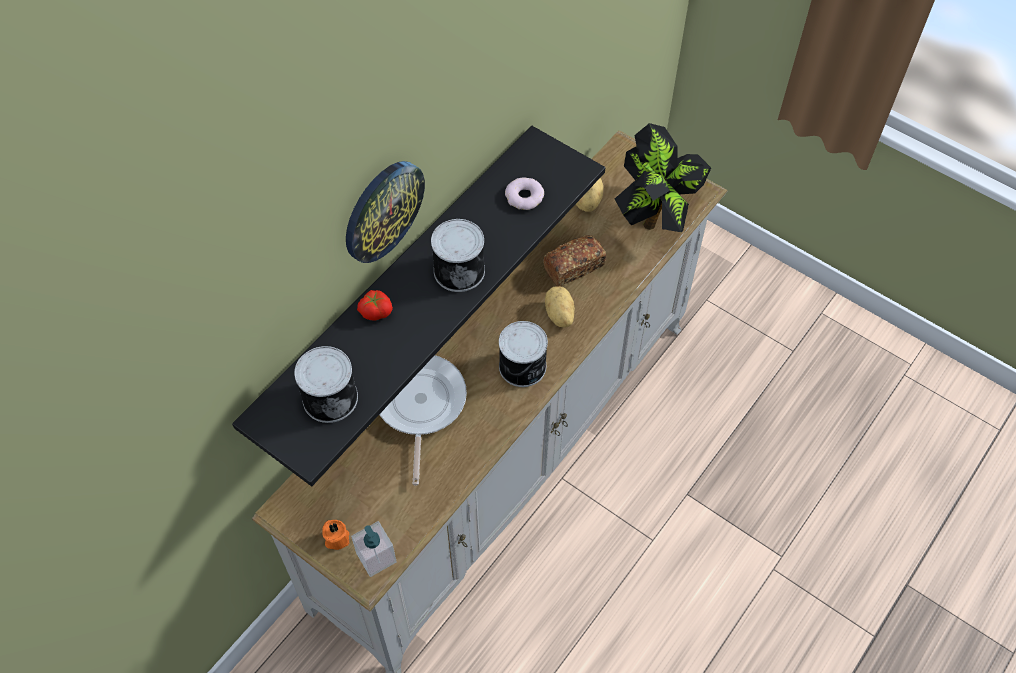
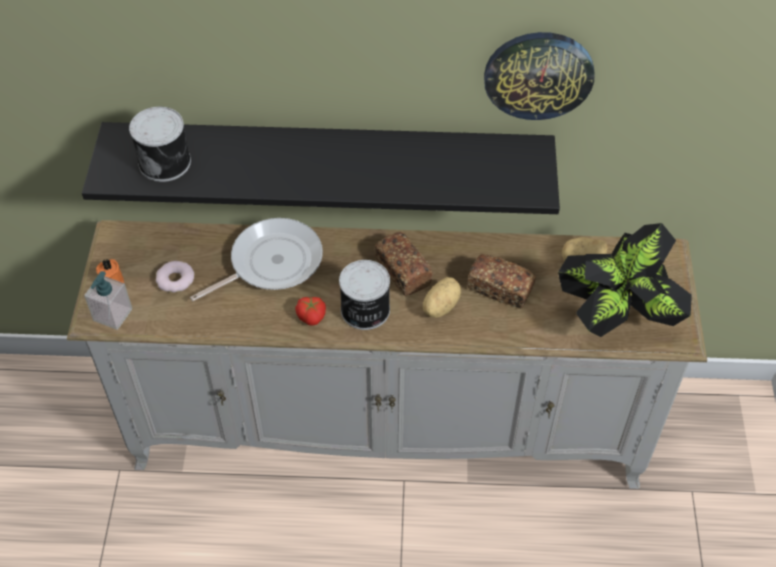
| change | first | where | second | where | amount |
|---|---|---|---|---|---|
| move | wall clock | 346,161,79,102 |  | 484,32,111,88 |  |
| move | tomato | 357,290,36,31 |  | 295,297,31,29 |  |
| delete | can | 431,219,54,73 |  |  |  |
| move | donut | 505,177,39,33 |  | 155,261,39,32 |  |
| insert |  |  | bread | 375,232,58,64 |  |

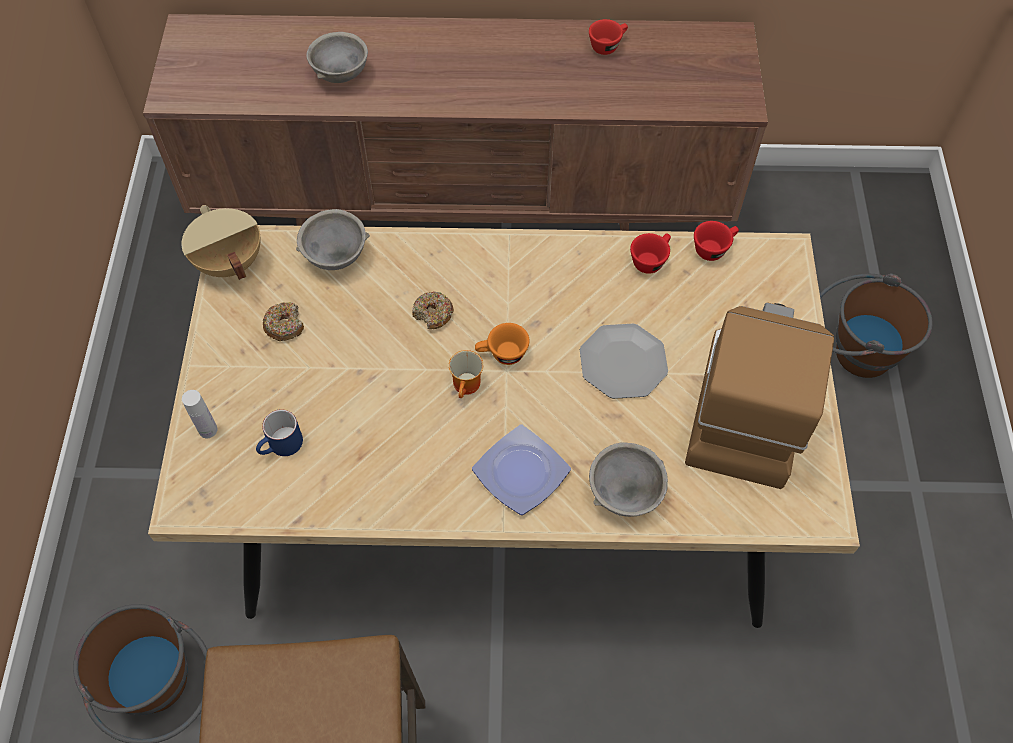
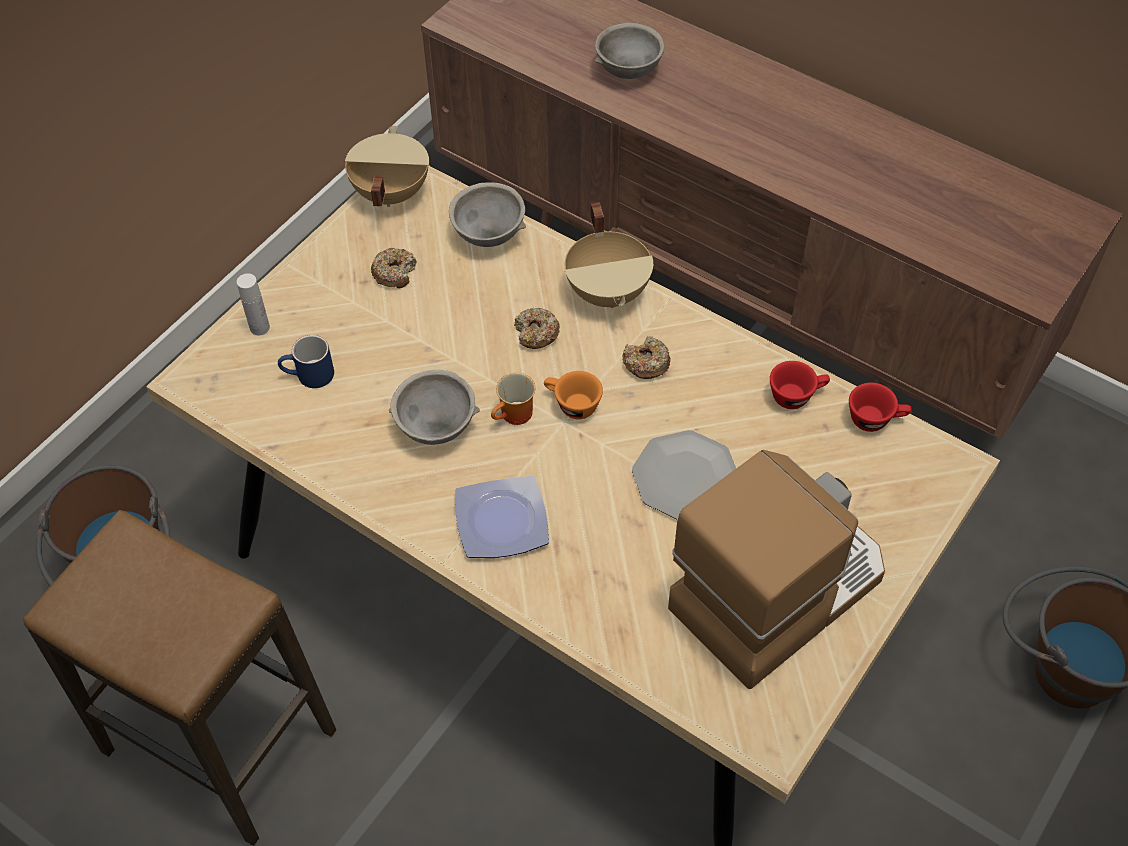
| change | first | where | second | where | amount |
|---|---|---|---|---|---|
| delete | red cup | 589,19,39,36 |  |  |  |
| move | grey bowl | 589,442,79,75 |  | 389,370,91,75 |  |
| insert |  |  | beige cooking pot | 565,202,88,106 |  |
| insert |  |  | donut | 622,336,49,43 |  |

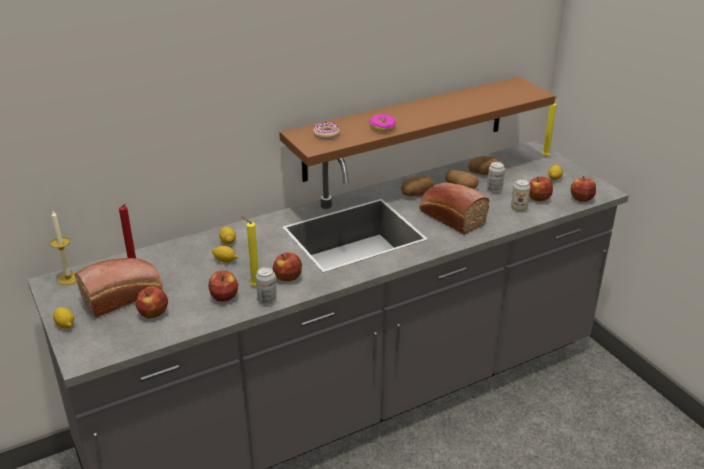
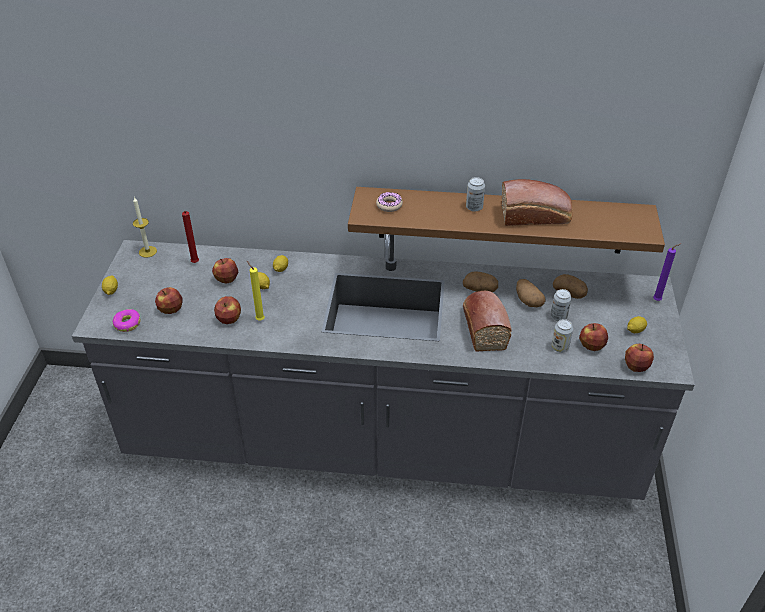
| change | first | where | second | where | amount |
|---|---|---|---|---|---|
| move | bread | 75,258,87,60 |  | 502,179,71,47 |  |
| move | can | 256,267,21,38 |  | 466,177,19,35 |  |
| move | apple | 273,252,29,29 |  | 212,258,26,26 |  |
| move | donut | 369,114,27,18 |  | 112,309,29,23 |  |
| recolor | yellow candle | 542,96,16,60 | purple candle | 653,243,29,58 |  |

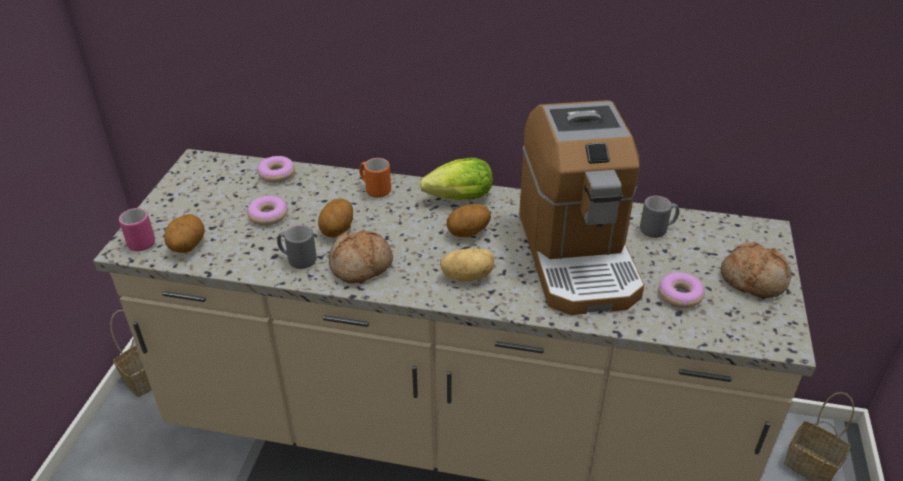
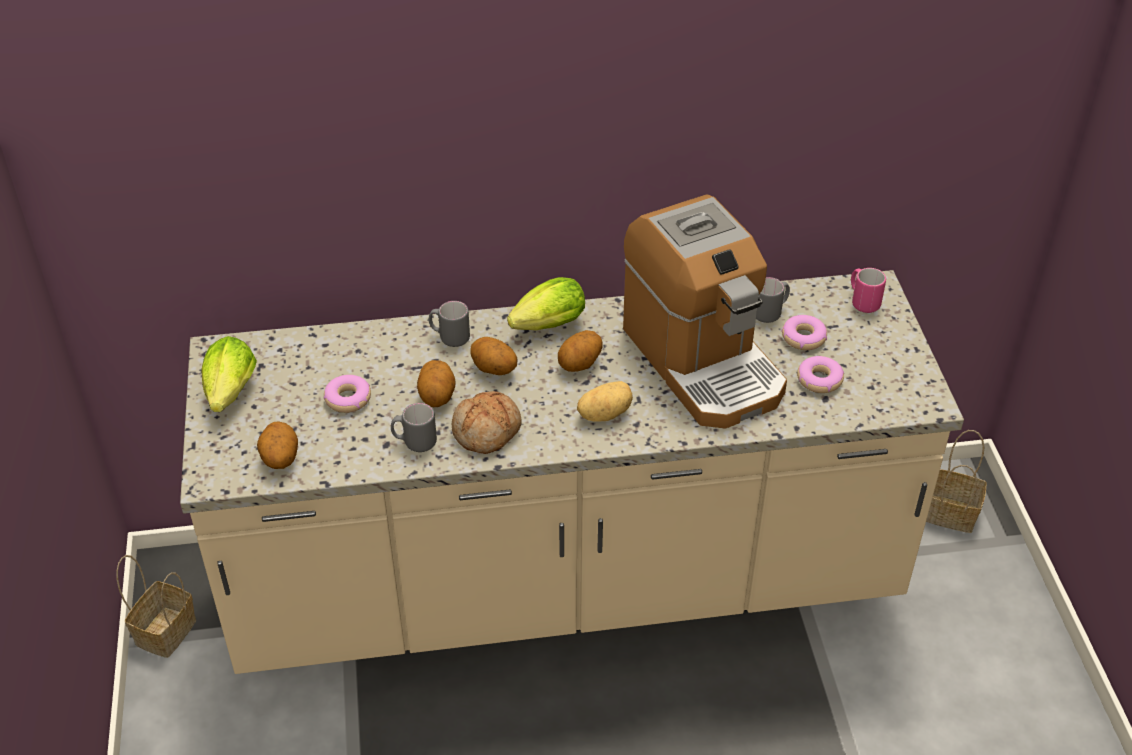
| change | first | where | second | where | amount |
|---|---|---|---|---|---|
| move | pink mug | 119,208,36,43 |  | 851,268,35,45 |  |
| move | donut | 257,156,38,27 |  | 781,315,46,35 |  |
| recolor | orange mug | 359,158,32,40 | grey mug | 429,301,41,46 |  |
| delete | bread | 721,243,71,55 |  |  |  |
| insert |  |  | lettuce | 201,336,56,76 |  |
| insert |  |  | potato | 470,337,47,38 |  |

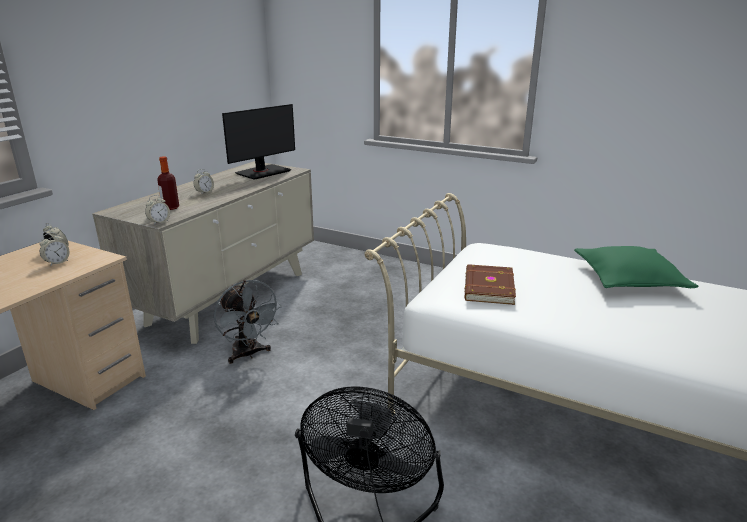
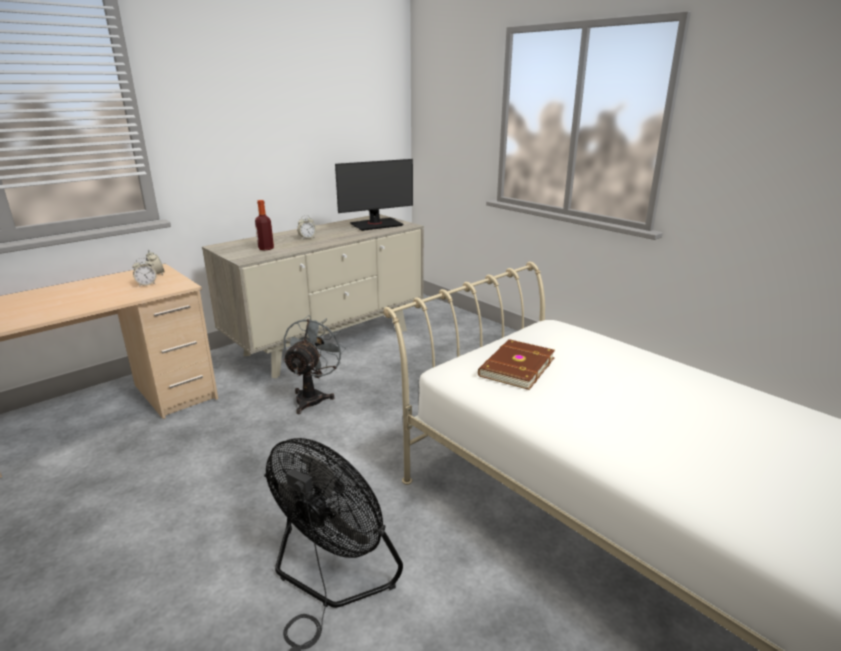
| change | first | where | second | where | amount |
|---|---|---|---|---|---|
| delete | alarm clock | 145,195,25,30 |  |  |  |
| rotate | grey fan | 214,280,68,84 |  | 283,315,63,99 | 150 degrees counterclockwise |
| delete | green pillow | 574,246,124,42 |  |  |  |

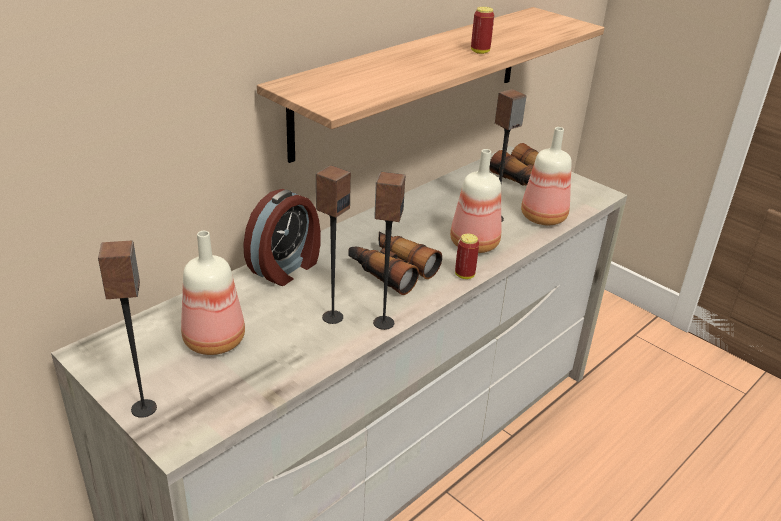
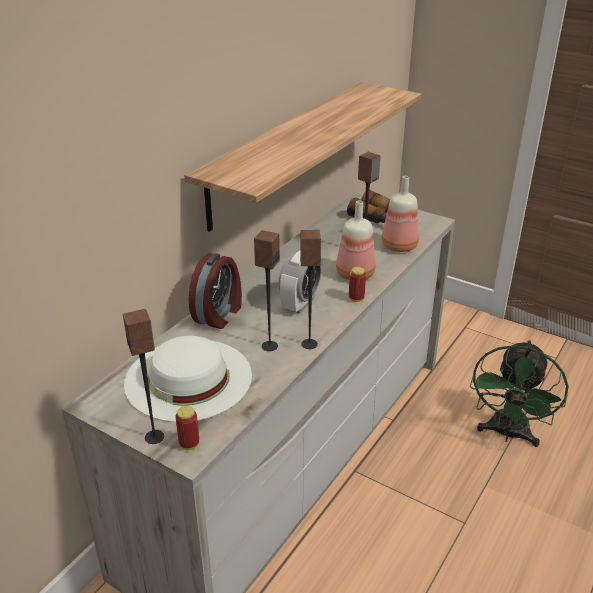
| change | first | where | second | where | amount |
|---|---|---|---|---|---|
| replace | bottle | 181,231,64,124 | white hat | 124,336,128,86 |  |
| replace | binoculars | 348,232,94,63 | alarm clock | 279,250,43,64 |  |
| move | can | 471,7,23,47 |  | 176,406,23,44 |  |
| insert |  |  | green fan | 470,340,98,107 |  |

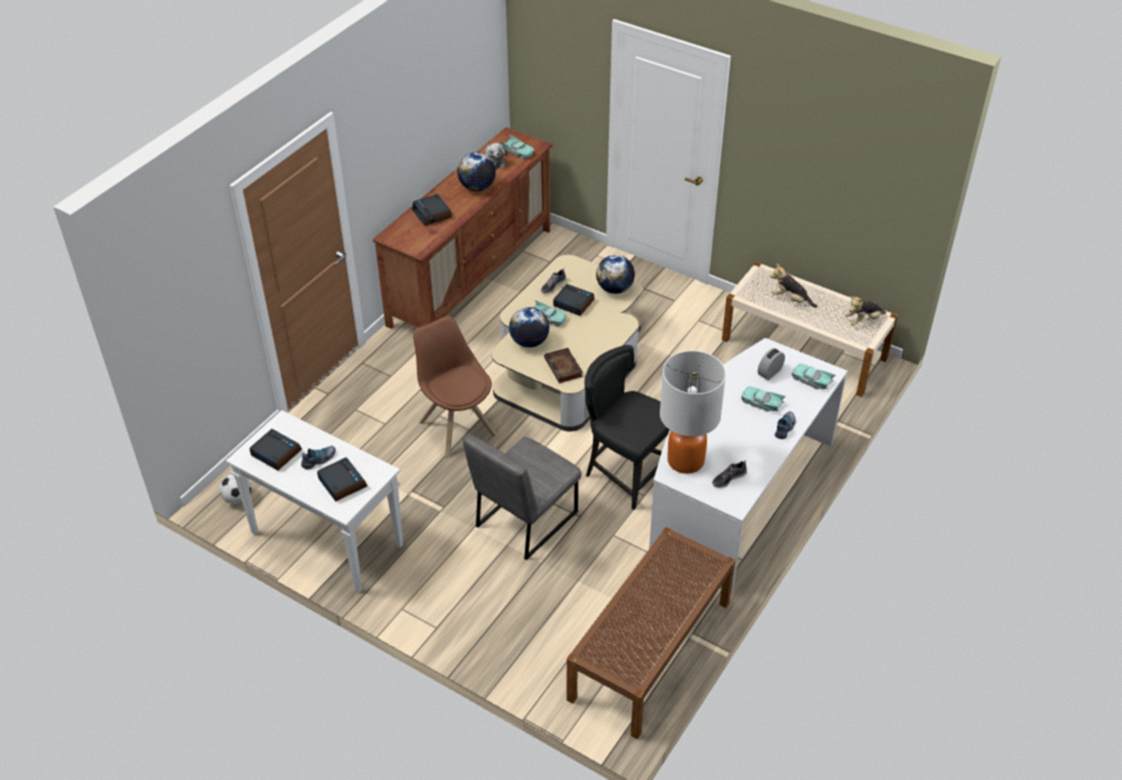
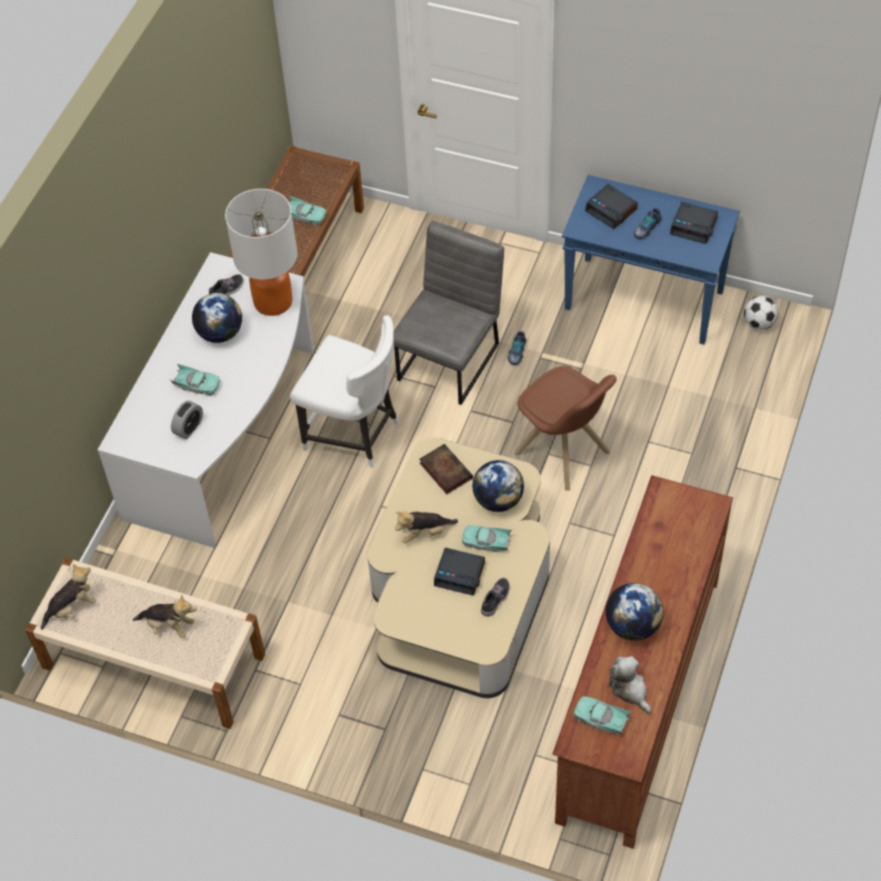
| change | first | where | second | where | amount |
|---|---|---|---|---|---|
| recolor | white console table | 226,410,177,182 | blue console table | 562,175,178,170 |  |
| delete | alarm clock | 412,194,40,32 |  |  |  |
| recolor | black chair | 584,345,86,165 | white chair | 290,315,109,153 |  |
| move | globe | 596,255,39,39 |  | 192,293,50,50 |  |
| move | shoe | 775,412,21,27 |  | 507,331,19,34 |  |
| move | turquoise toy car | 792,364,43,25 |  | 289,196,37,30 |  |
| insert |  |  | plush toy | 395,511,63,32 |  |

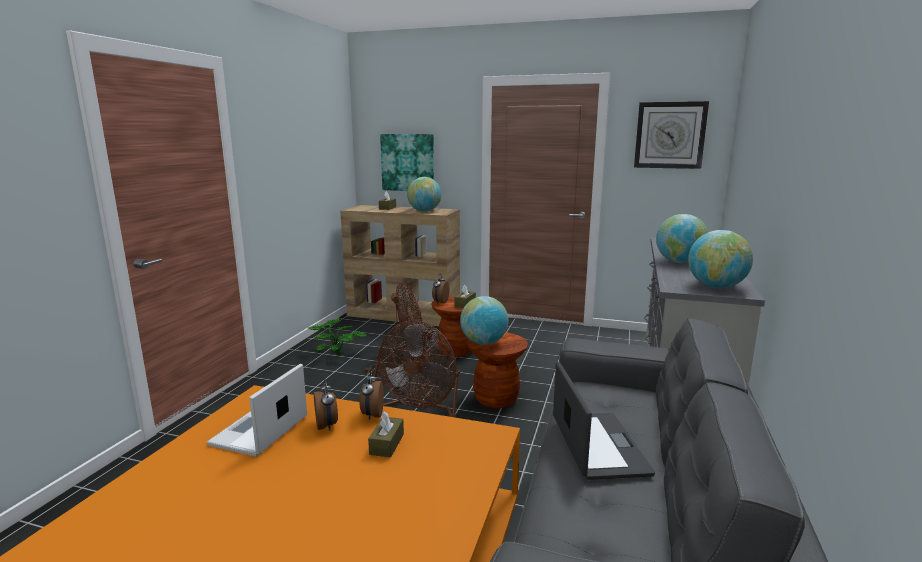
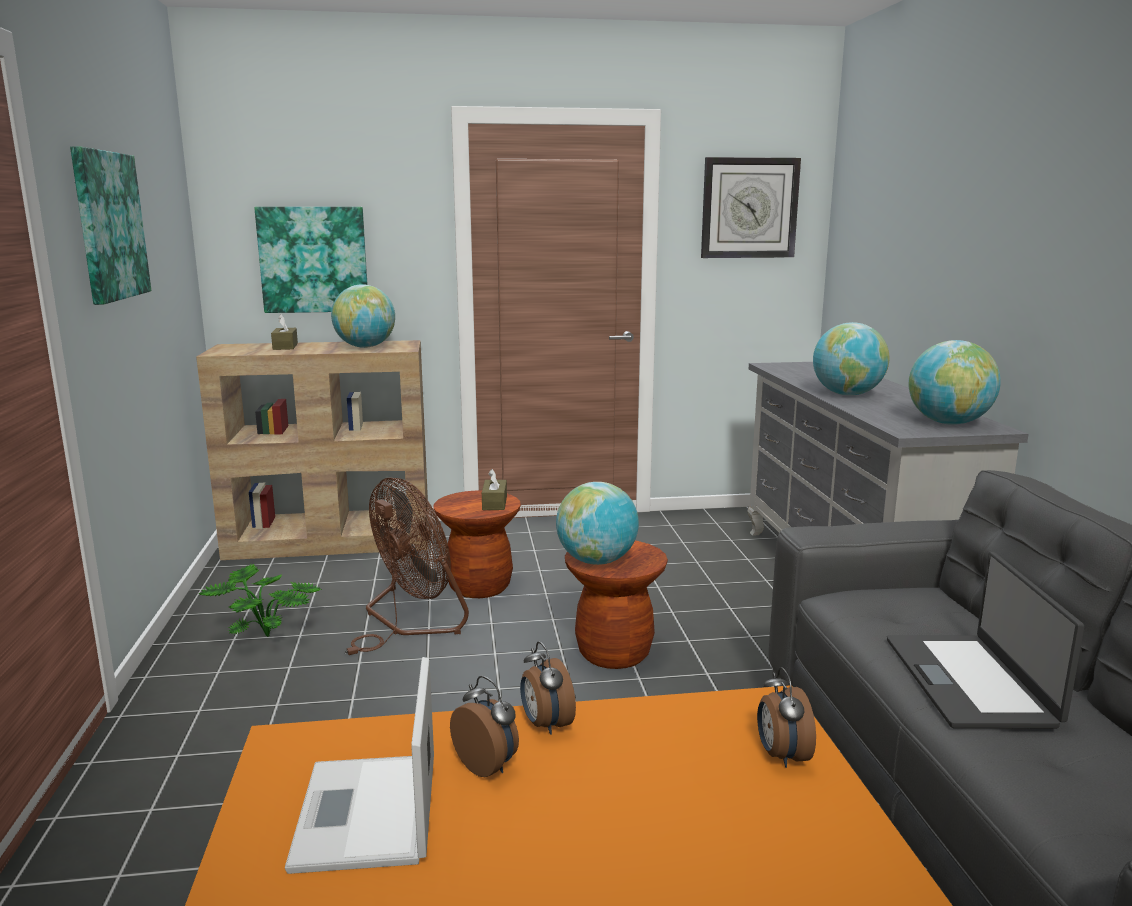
| change | first | where | second | where | amount |
|---|---|---|---|---|---|
| delete | brown tissue box | 368,412,36,45 |  |  |  |
| delete | brown fan | 372,320,88,97 |  |  |  |
| move | alarm clock | 432,273,17,31 |  | 757,667,59,101 |  |
| rotate | laptop | 553,362,102,118 |  | 887,552,197,177 | 150 degrees counterclockwise |
| insert |  |  | picture | 70,147,81,158 |  |

